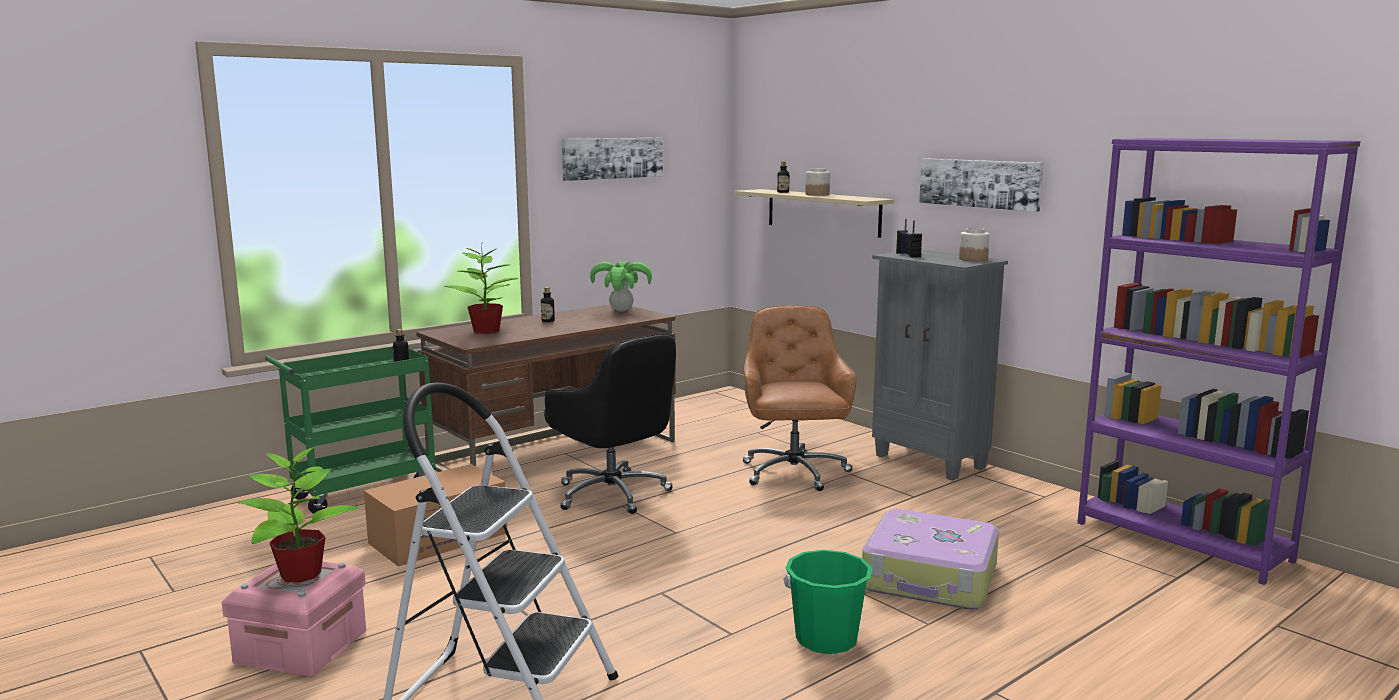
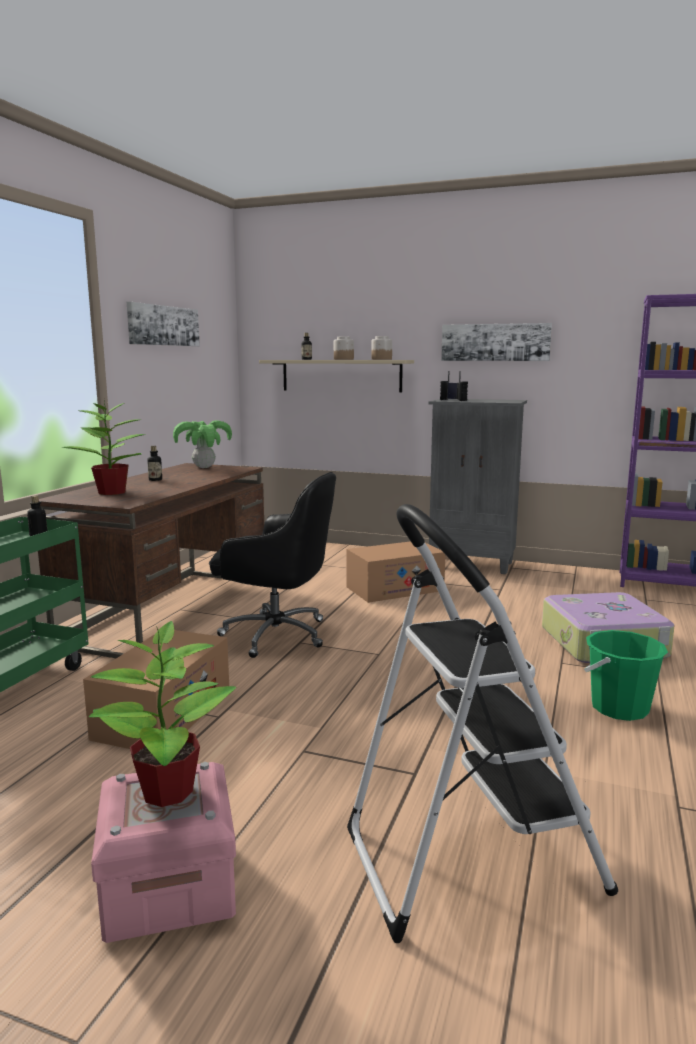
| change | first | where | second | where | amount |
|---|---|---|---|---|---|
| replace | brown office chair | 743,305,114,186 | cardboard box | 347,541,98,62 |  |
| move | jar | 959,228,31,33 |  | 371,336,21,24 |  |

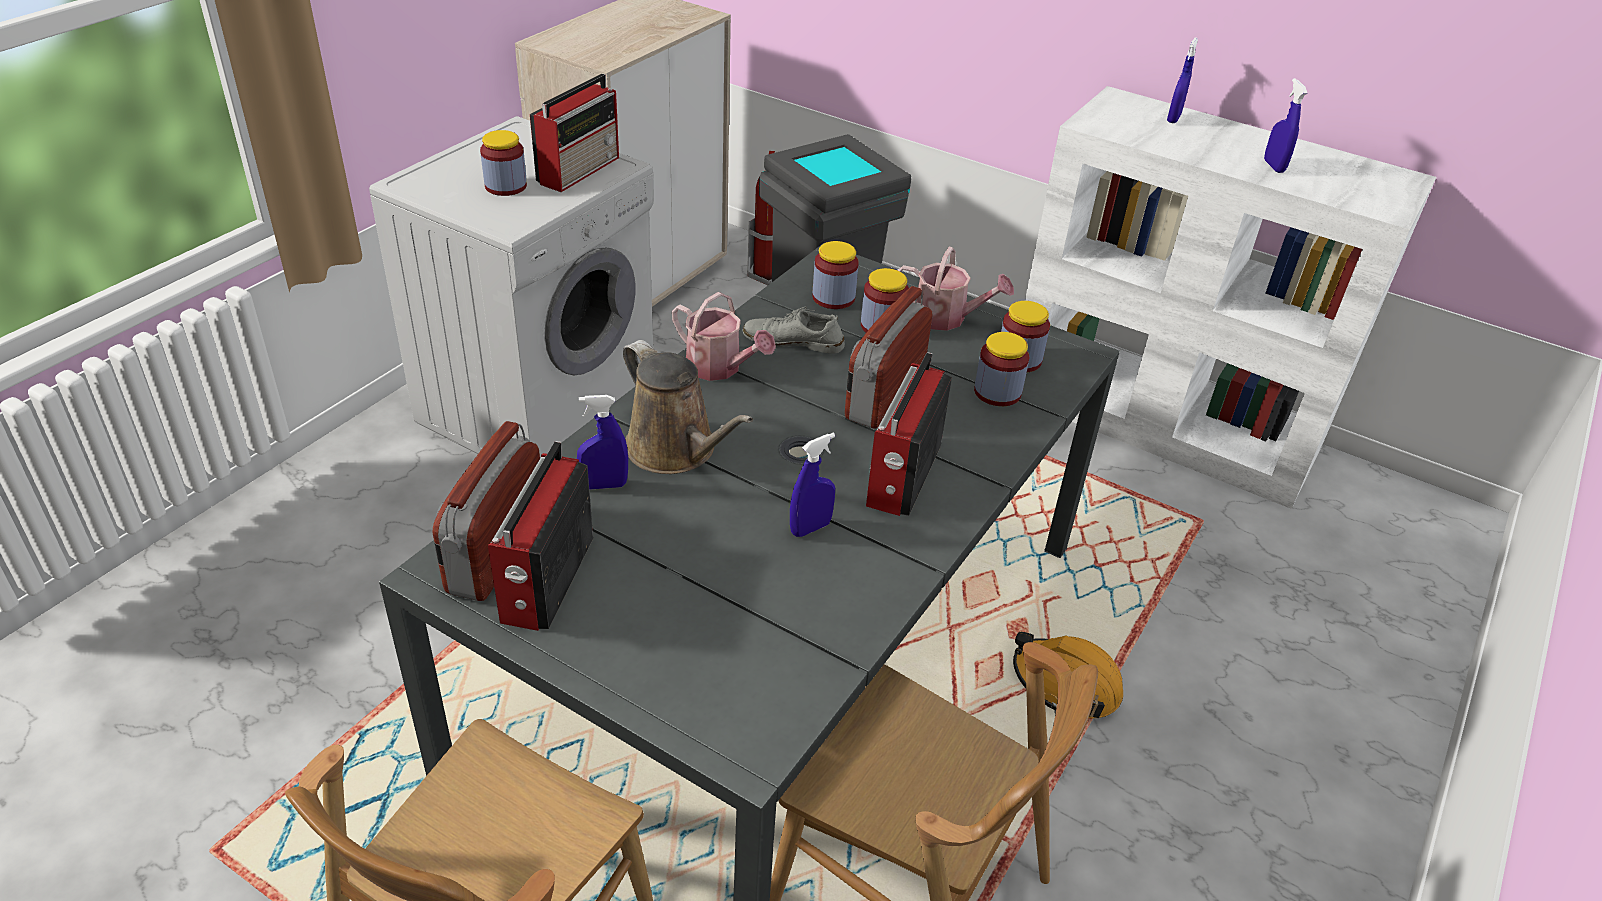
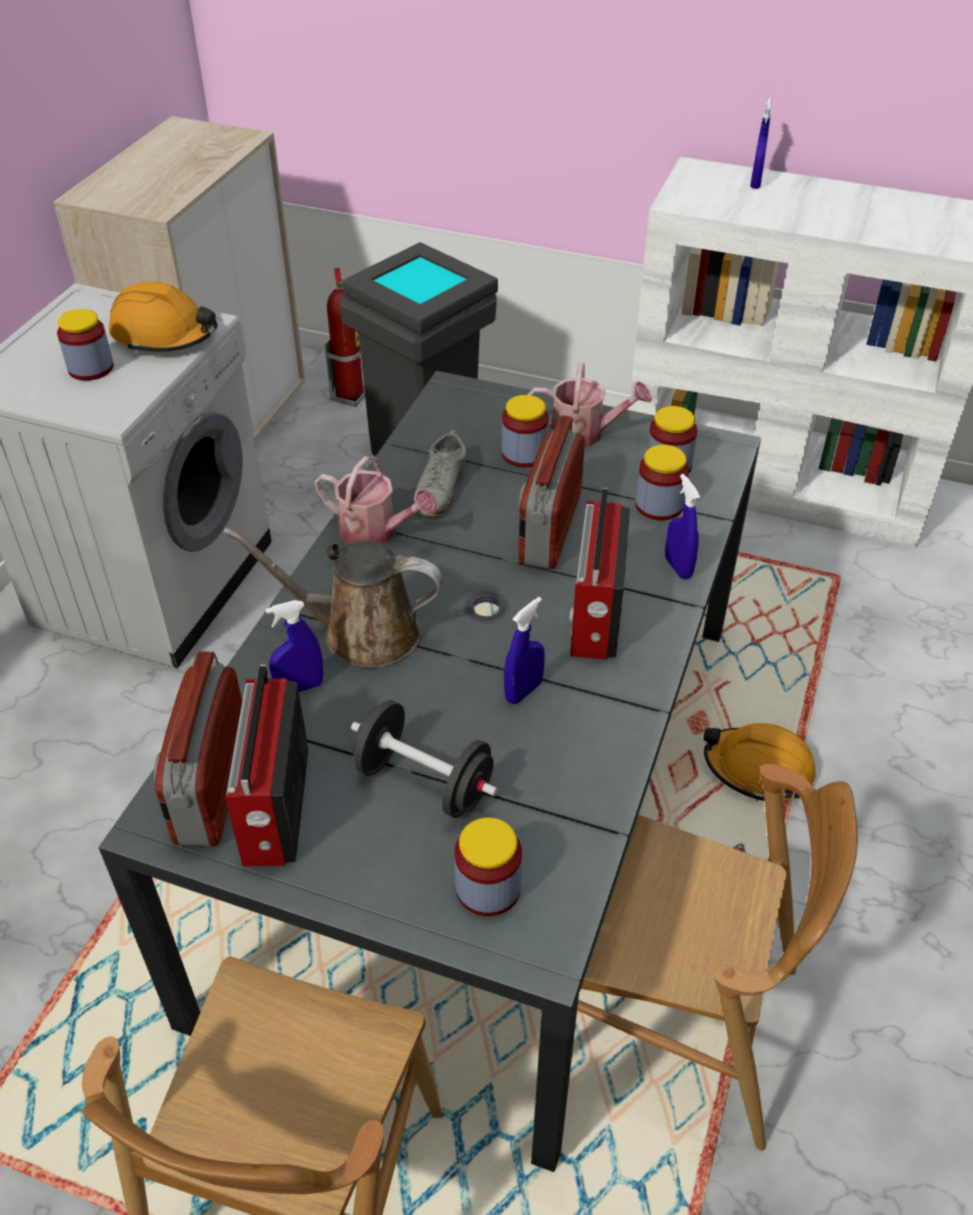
| change | first | where | second | where | amount |
|---|---|---|---|---|---|
| replace | radio | 530,74,89,118 | orange hard hat | 109,281,109,72 |  |
| rotate | brown watering can | 623,340,130,134 |  | 223,527,220,141 | 150 degrees clockwise |
| rotate | grey shoe | 743,307,102,47 |  | 416,430,50,87 | 75 degrees counterclockwise |
| move | jar | 812,241,47,68 |  | 454,817,68,99 |  |
| move | blue spray bottle | 1264,78,43,95 |  | 665,474,35,106 |  |
| insert |  |  | black dumbbell | 351,700,147,118 |  |

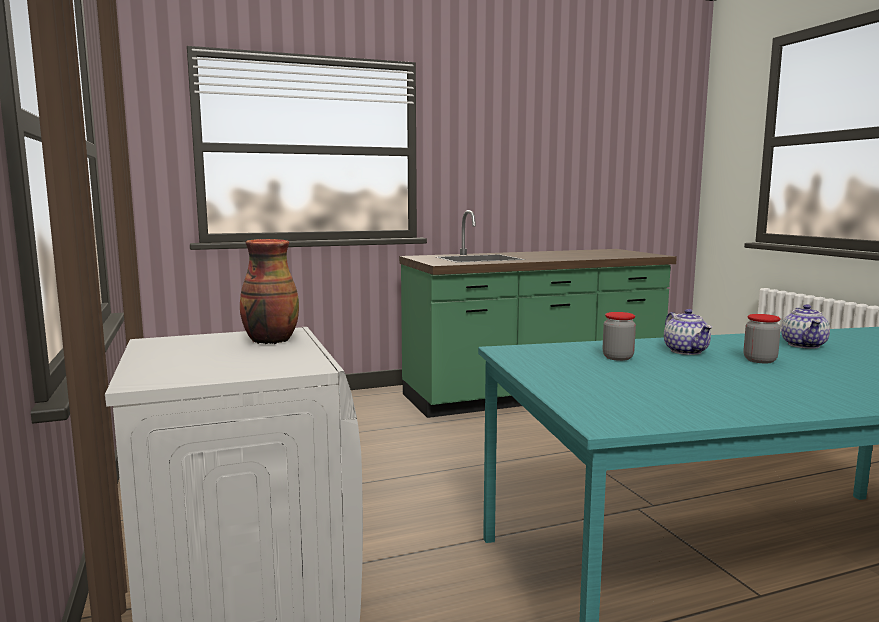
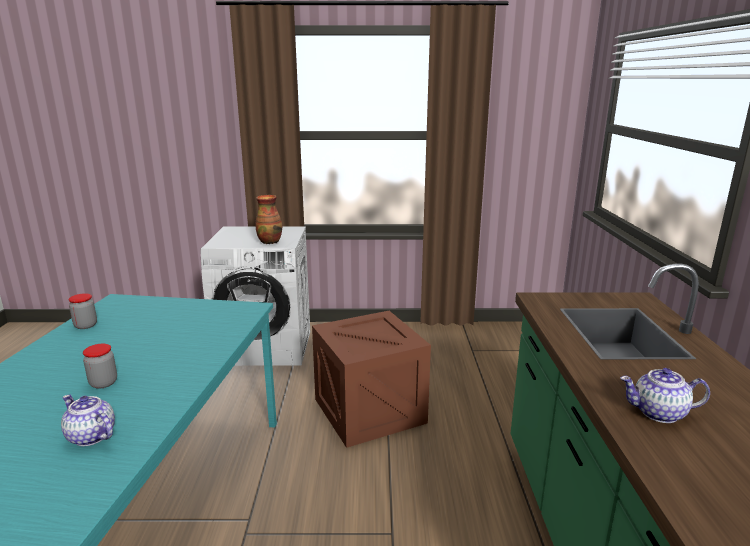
| change | first | where | second | where | amount |
|---|---|---|---|---|---|
| move | jar | 603,312,33,49 |  | 68,293,29,36 |  |
| move | teapot | 664,309,48,46 |  | 620,368,90,55 |  |
| insert |  |  | crate | 312,311,119,137 |  |

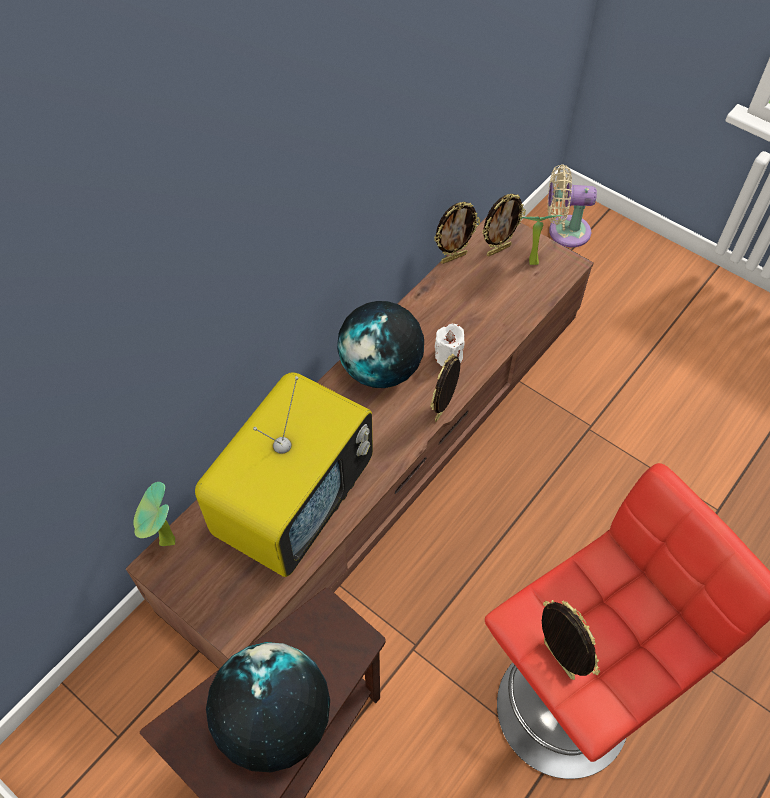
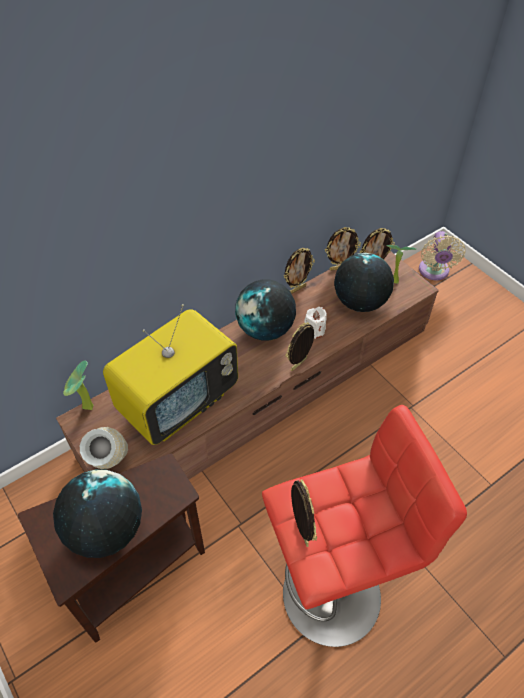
| change | first | where | second | where | amount |
|---|---|---|---|---|---|
| rotate | beige fan | 548,164,49,83 |  | 419,231,46,49 | 105 degrees counterclockwise |
| insert |  |  | vase | 80,427,48,42 |  |
| insert |  |  | picture frame | 284,248,31,46 |  |
| insert |  |  | globe | 334,253,60,59 |  |

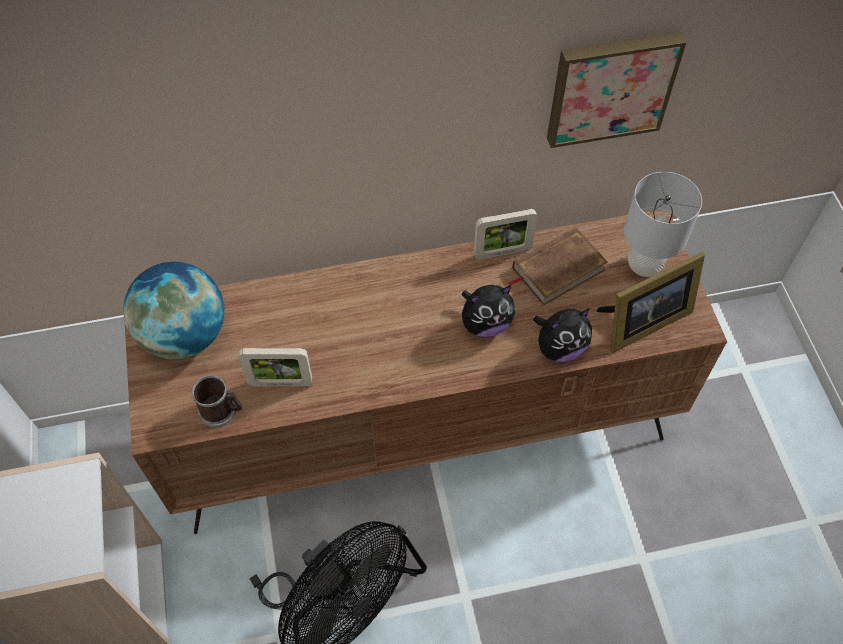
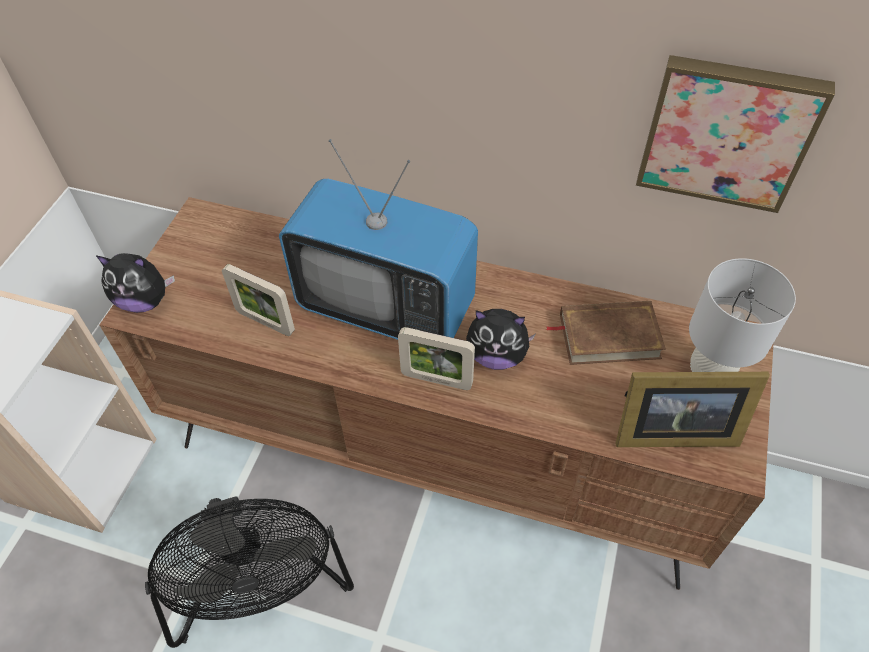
| change | first | where | second | where | amount |
|---|---|---|---|---|---|
| delete | globe | 123,262,101,97 |  |  |  |
| delete | mug | 192,375,50,53 |  |  |  |
| move | picture frame | 474,209,63,51 |  | 398,327,77,63 |  |
| move | plush toy | 533,308,59,54 |  | 96,253,79,60 |  |
| insert |  |  | television | 279,139,199,201 |  |

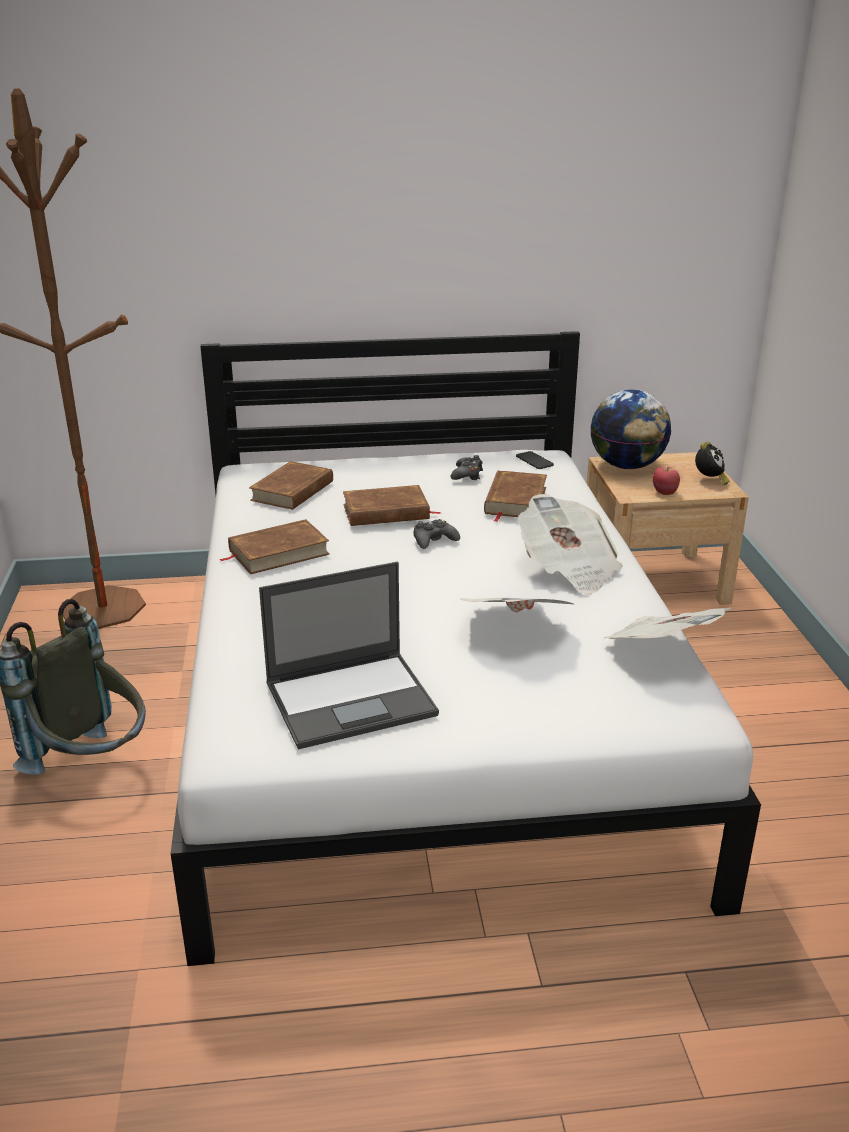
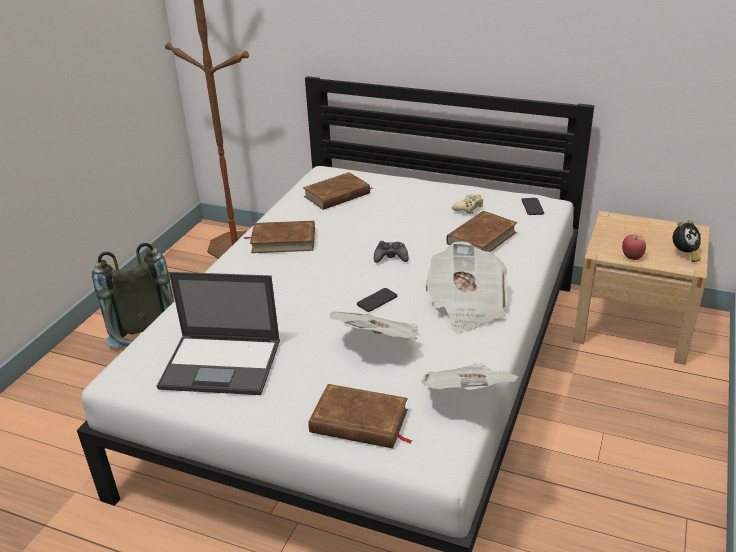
| change | first | where | second | where | amount |
|---|---|---|---|---|---|
| move | brown book | 343,485,98,41 |  | 308,384,104,65 |  |
| recolor | black game controller | 450,455,33,25 | beige game controller | 452,194,31,20 |  |
| delete | globe | 590,389,81,80 |  |  |  |
| insert |  |  | phone | 357,288,40,24 |  |

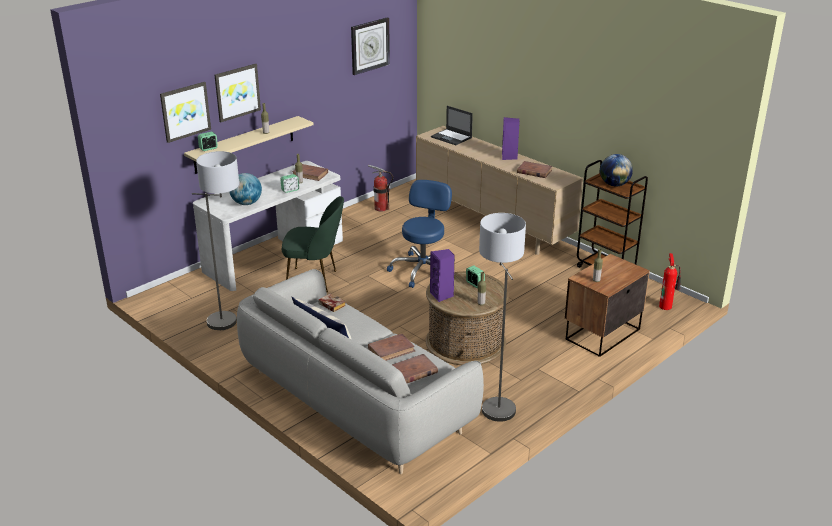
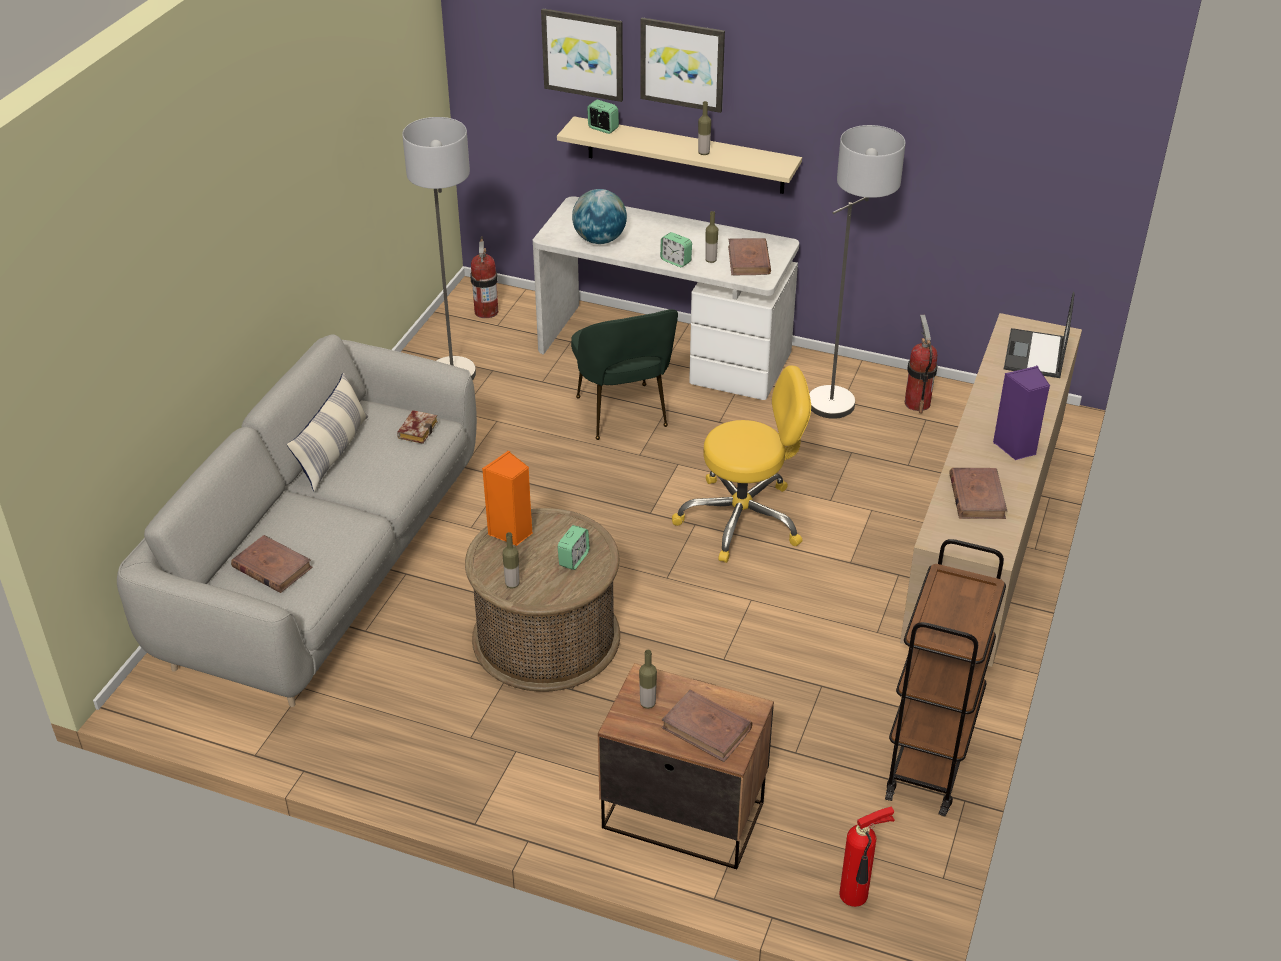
| change | first | where | second | where | amount |
|---|---|---|---|---|---|
| delete | wall clock | 351,18,39,57 |  |  |  |
| move | brown book | 368,334,47,27 |  | 661,689,92,73 |  |
| recolor | blue office chair | 387,180,68,108 | yellow office chair | 672,365,139,198 |  |
| recolor | purple speaker | 430,249,25,53 | orange speaker | 482,451,51,95 |  |
| move | grey floor lamp | 479,213,47,209 |  | 809,125,96,294 |  |
| delete | globe | 600,154,33,32 |  |  |  |
| insert |  |  | fire extinguisher | 470,236,28,82 |  |

